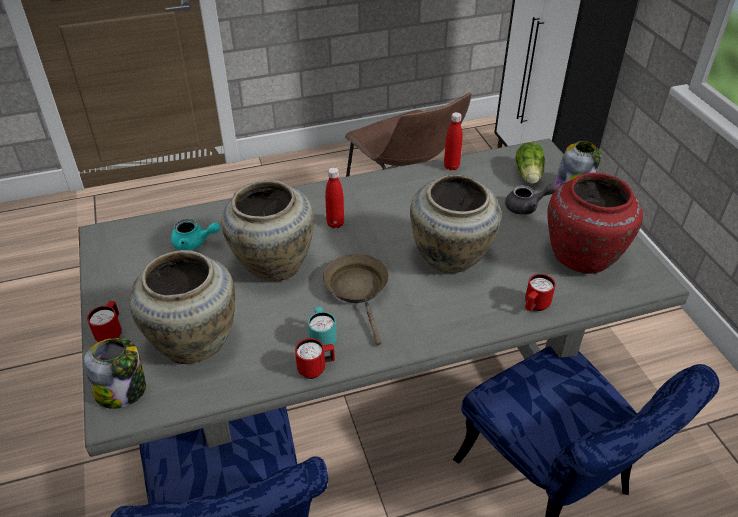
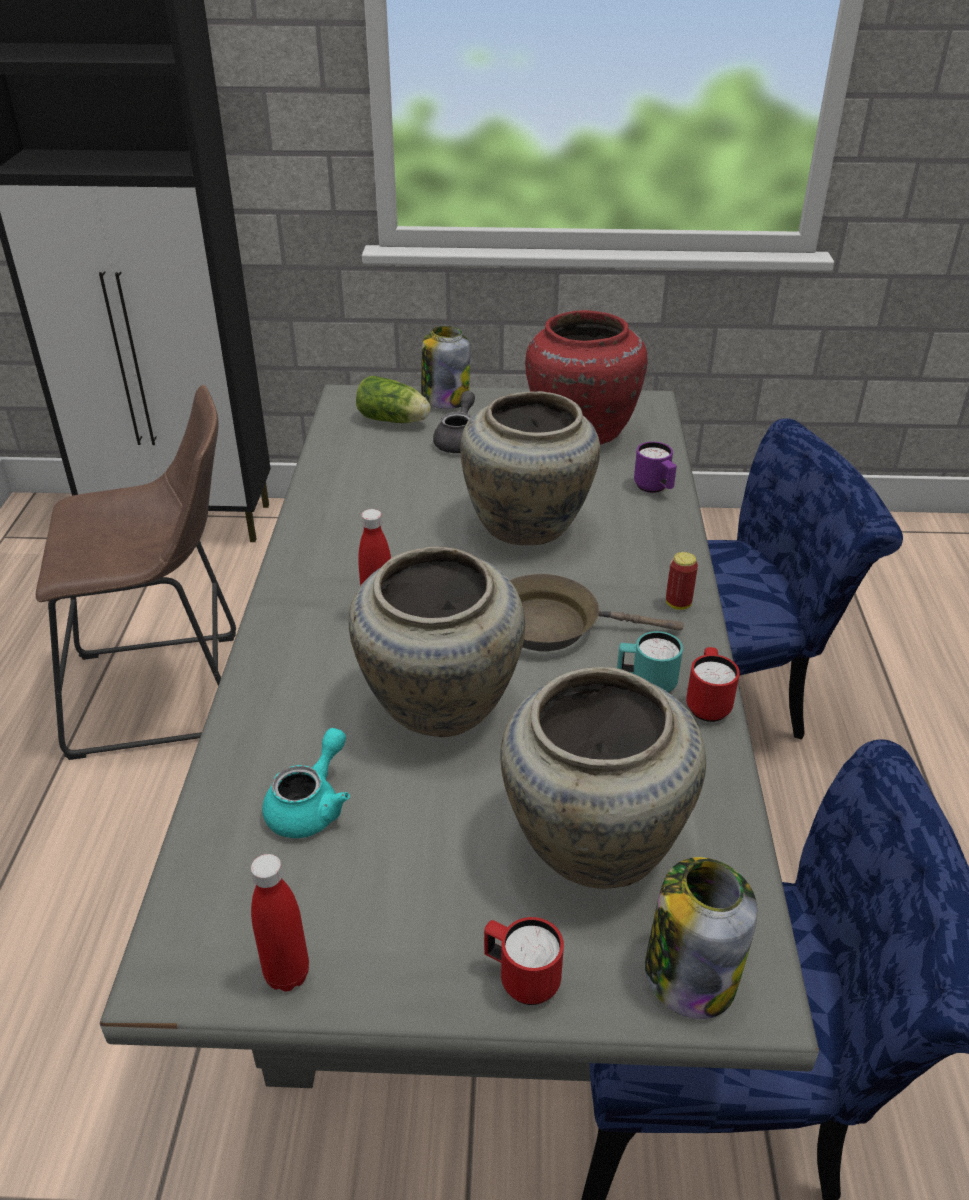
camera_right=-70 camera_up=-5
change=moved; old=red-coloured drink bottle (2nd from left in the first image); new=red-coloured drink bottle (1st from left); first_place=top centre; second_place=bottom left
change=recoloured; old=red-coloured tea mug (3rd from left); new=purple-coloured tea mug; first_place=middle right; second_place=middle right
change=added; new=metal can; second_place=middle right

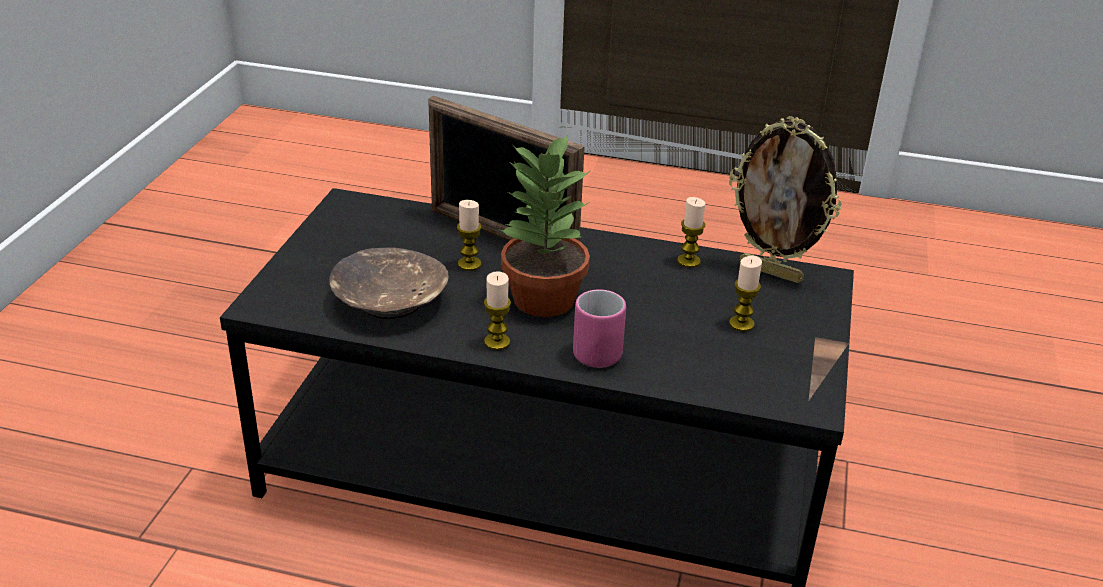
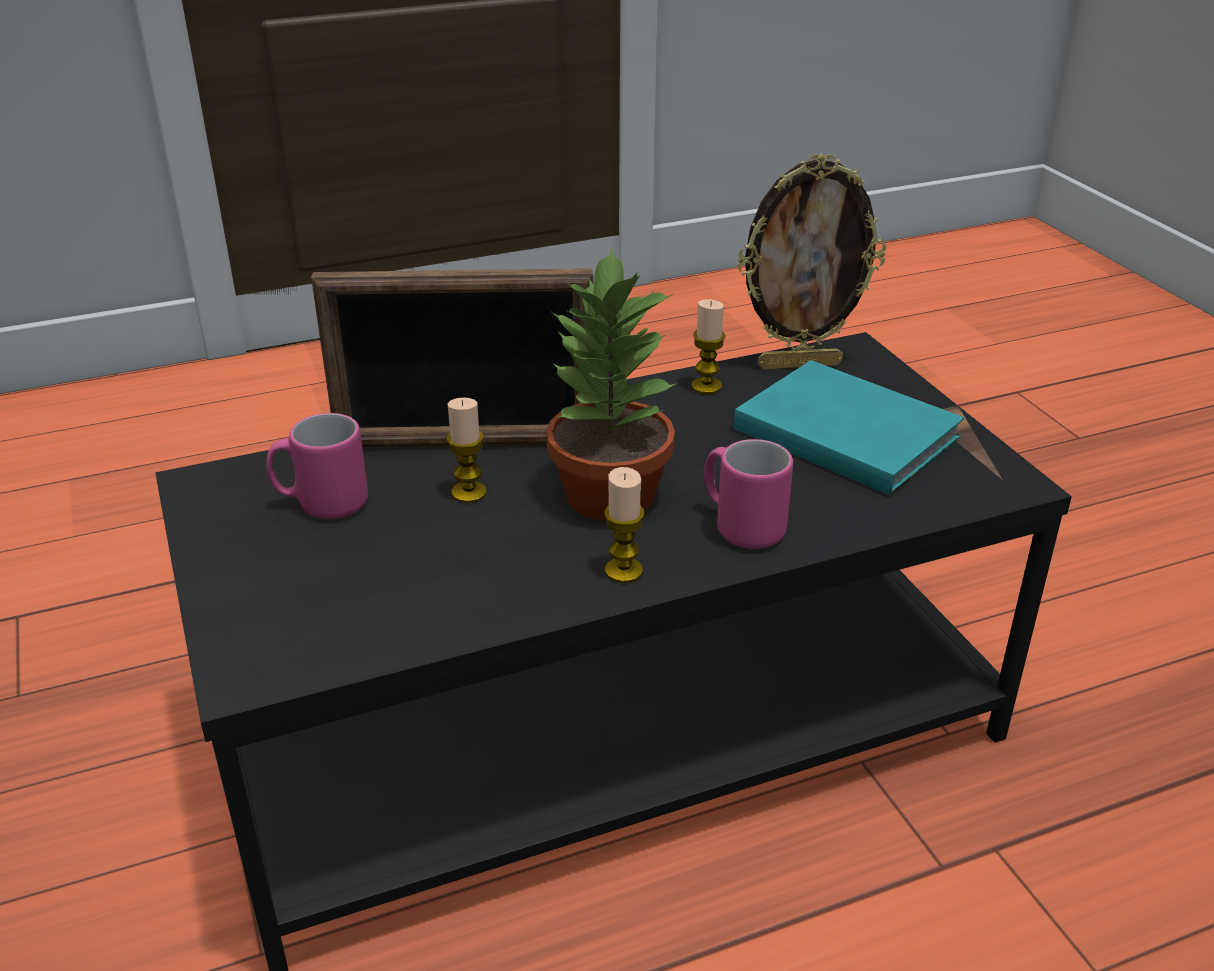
camera_right=-35 camera_up=0
change=added; new=pink tea mug (1st from left); second_place=middle left
change=replaced; old=wax light (4th from left); new=turquoise-coloured bound book; first_place=middle right; second_place=middle right
change=removed; old=brown serving bowl; first_place=centre

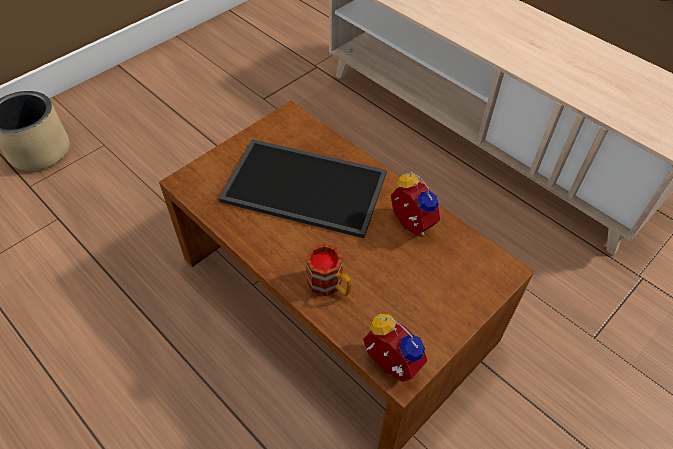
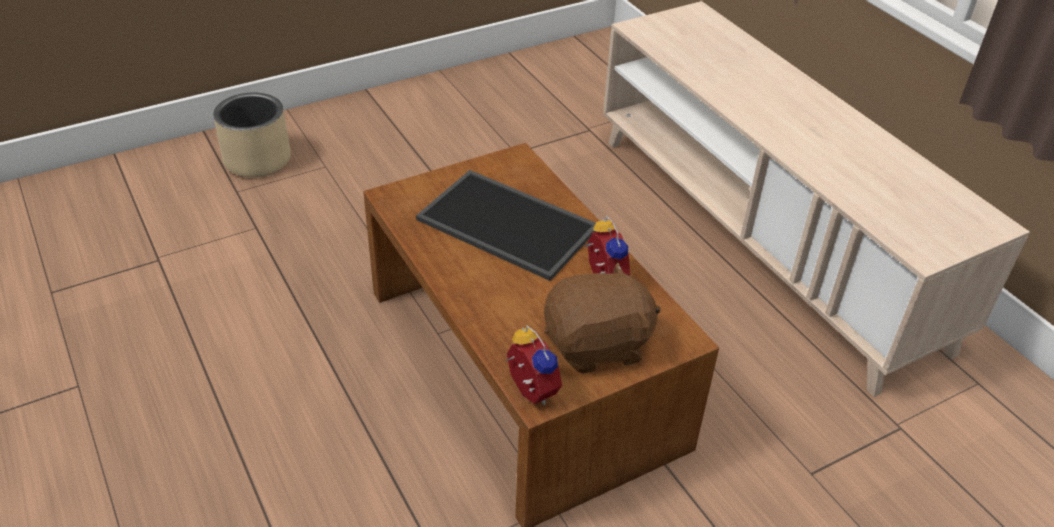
camera_right=15 camera_up=-10
change=added; new=brown soft toy; second_place=centre
change=removed; old=tea mug; first_place=centre

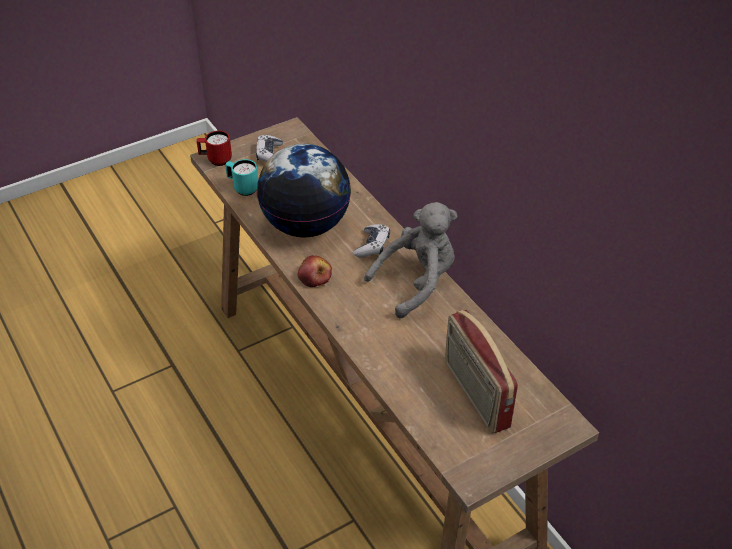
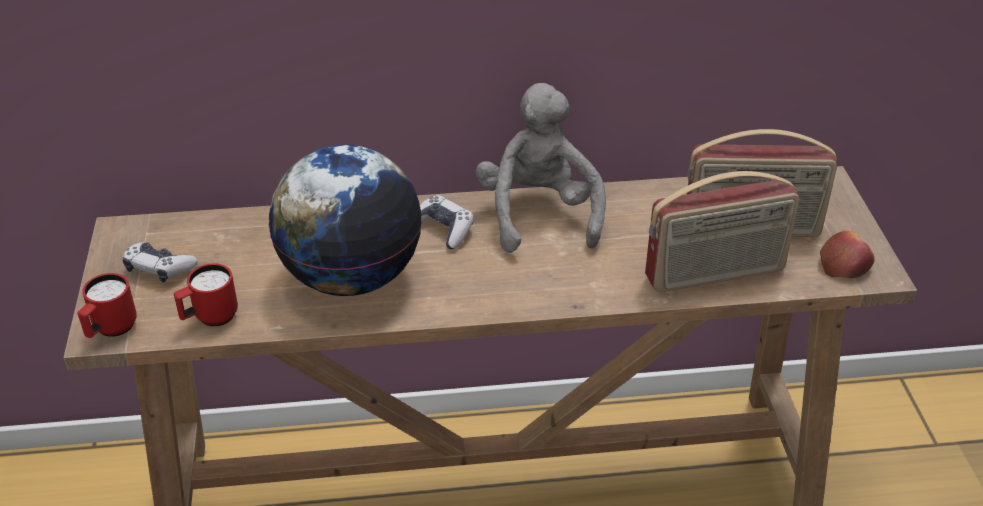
camera_right=-65 camera_up=-5
change=recoloured; old=turquoise-coloured tea mug; new=red-coloured tea mug (2nd from left); first_place=top left; second_place=middle left
change=added; new=radio receiver (1st from left); second_place=middle right
change=moved; old=whole apple; first_place=centre; second_place=middle right

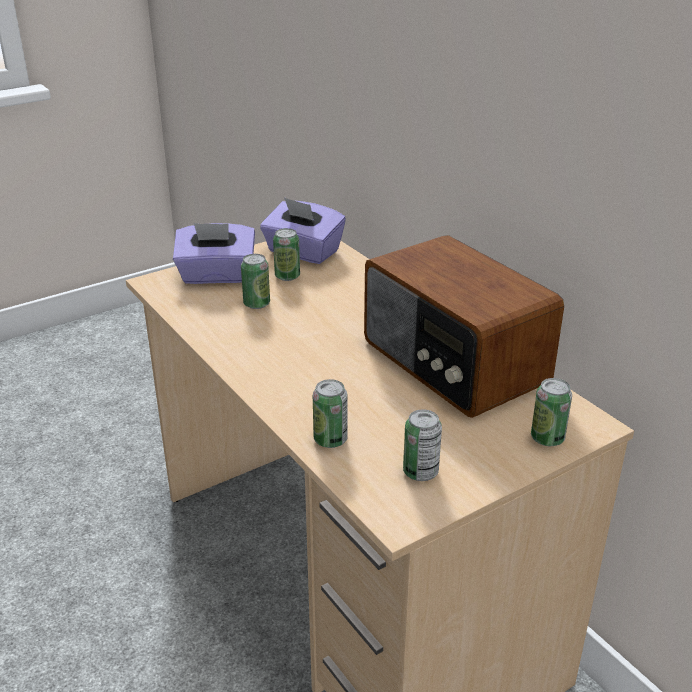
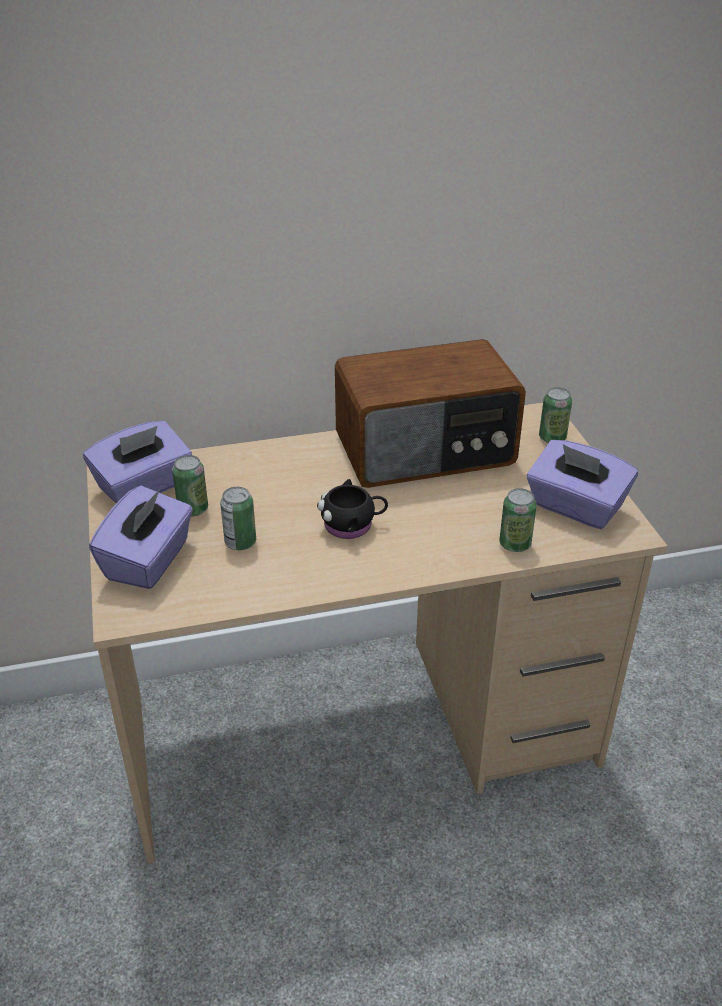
camera_right=-70 camera_up=5
change=added; new=black tea mug; second_place=centre
change=replaced; old=metal can (4th from left); new=purple-coloured box of tissues (3rd from left); first_place=centre; second_place=middle right

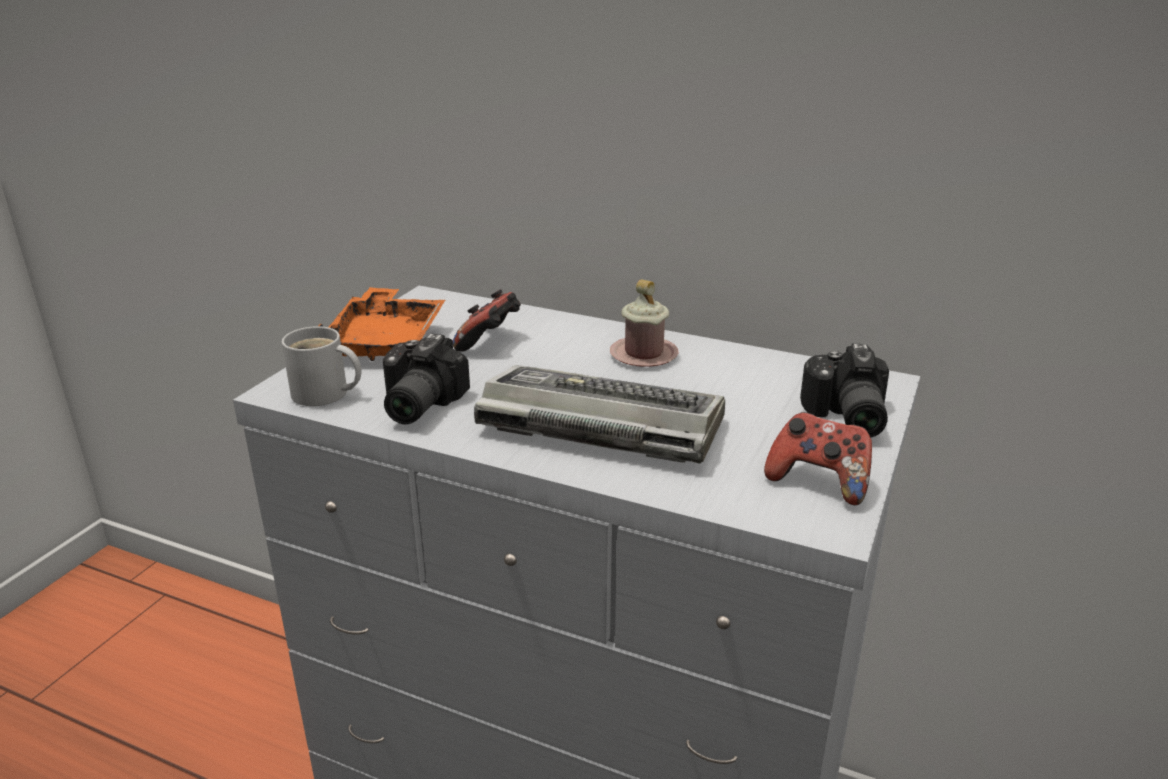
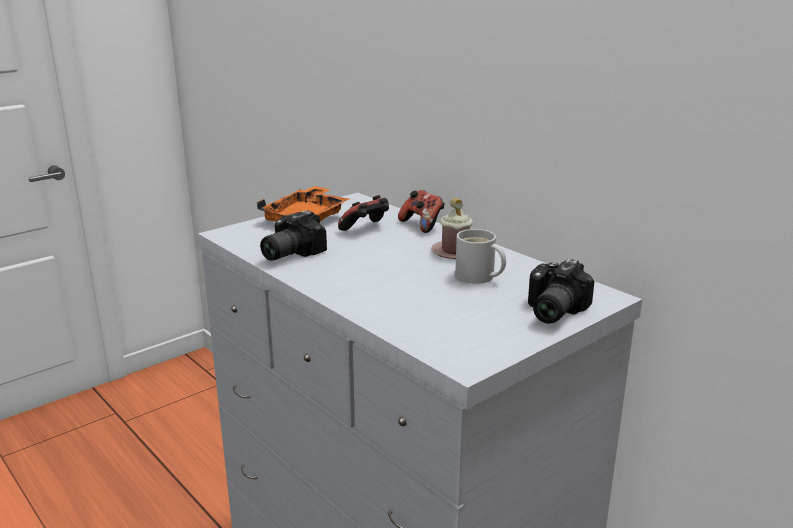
camera_right=25 camera_up=-5
change=moved; old=joypad (2nd from left); first_place=middle right; second_place=centre
change=moved; old=whitish tea mug; first_place=middle left; second_place=centre
change=removed; old=PC keyboard; first_place=centre

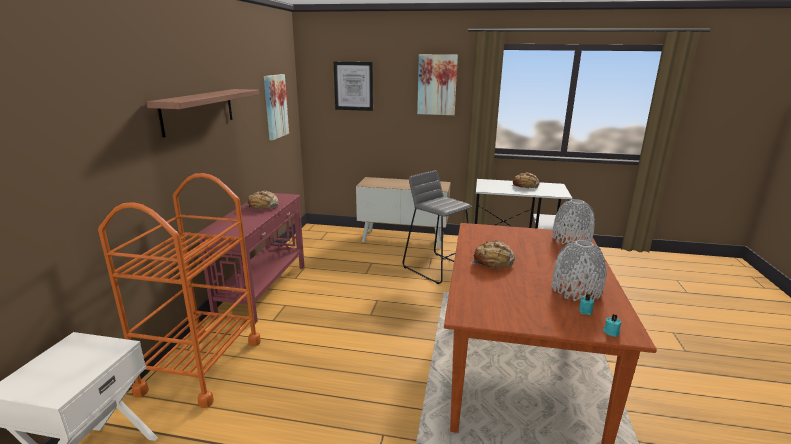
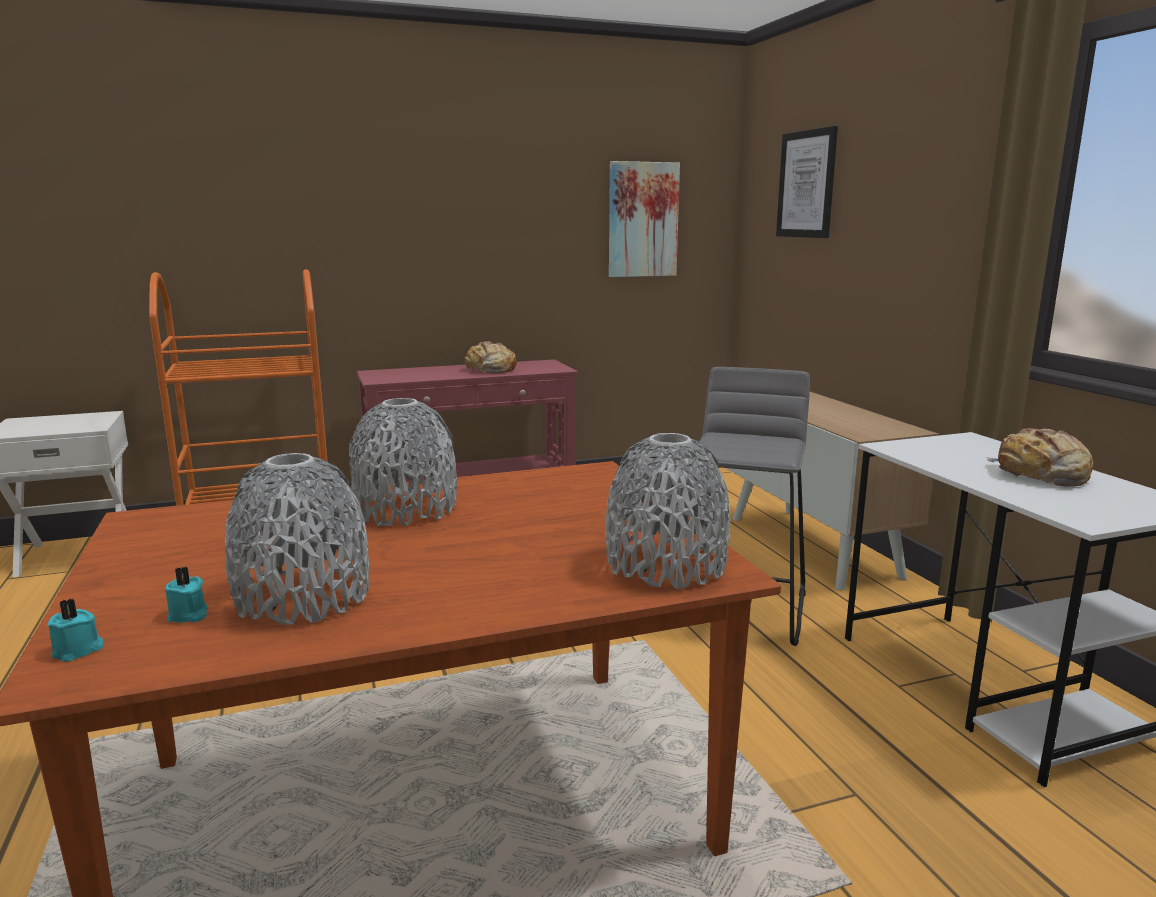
camera_right=60 camera_up=-5
change=replaced; old=bread (2nd from left); new=grey decorative vase (2nd from left); first_place=centre; second_place=centre
change=removed; old=bracket shelf; first_place=top left
change=removed; old=wall picture (3rd from left); first_place=top centre

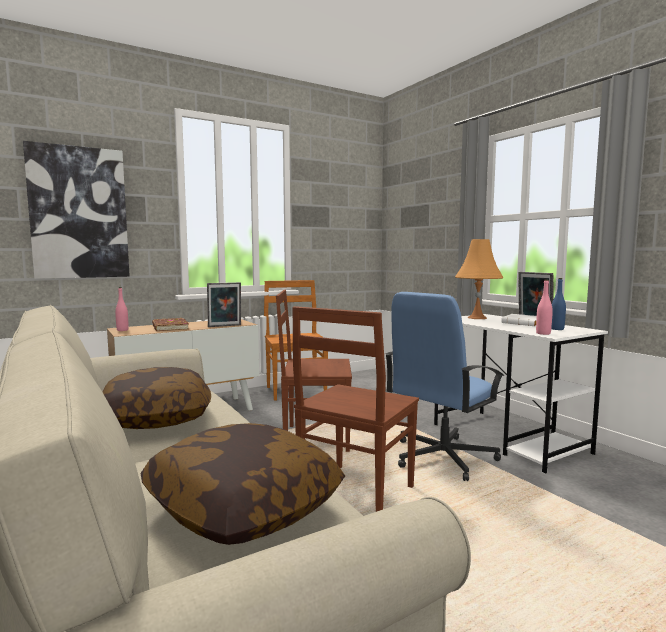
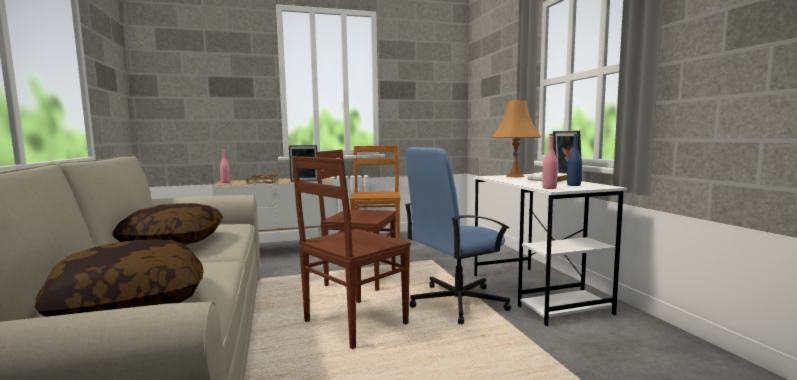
camera_right=15 camera_up=0
change=removed; old=wall picture; first_place=top left

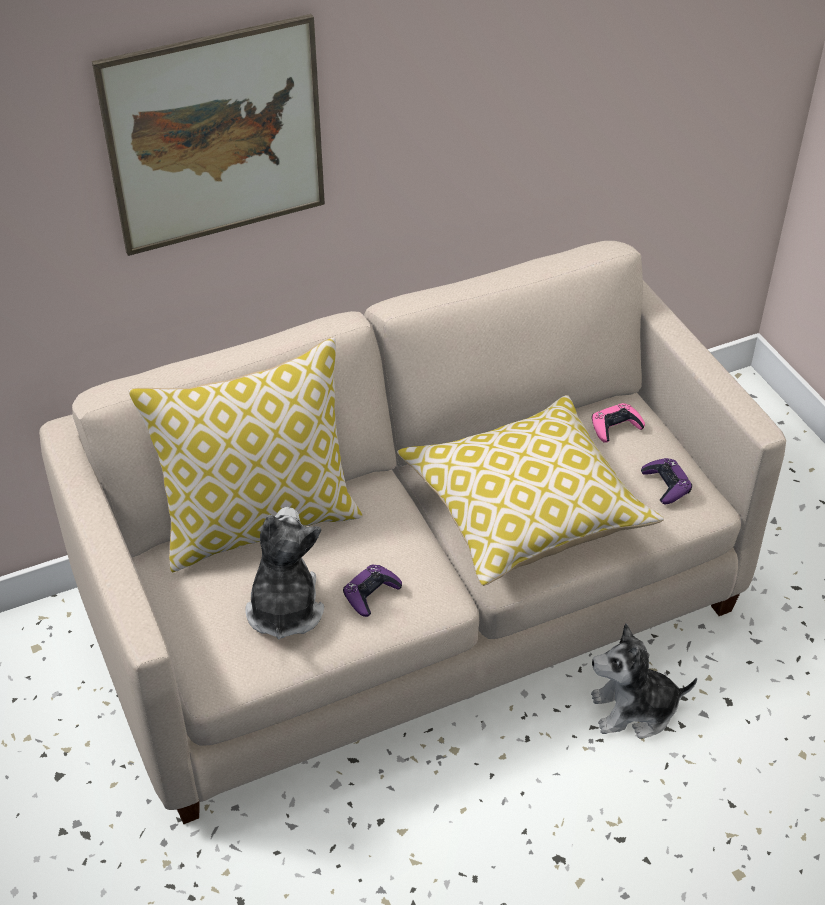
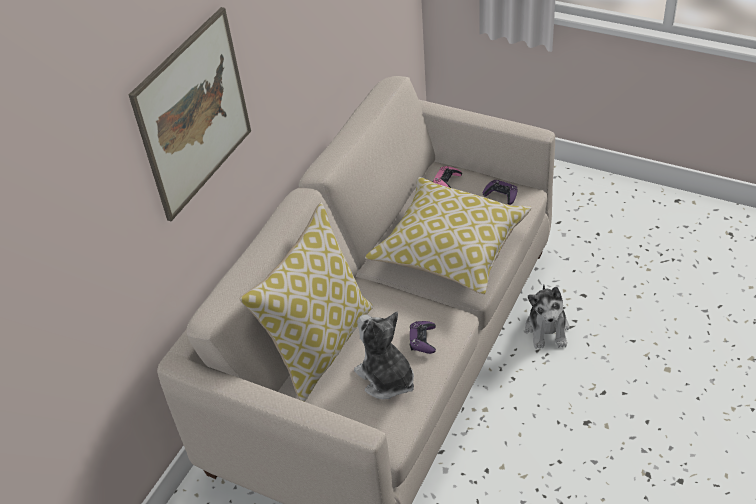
camera_right=-35 camera_up=0
change=turned; old=soft toy (2nd from left); first_place=bottom right; second_place=middle right; degrees=-45

